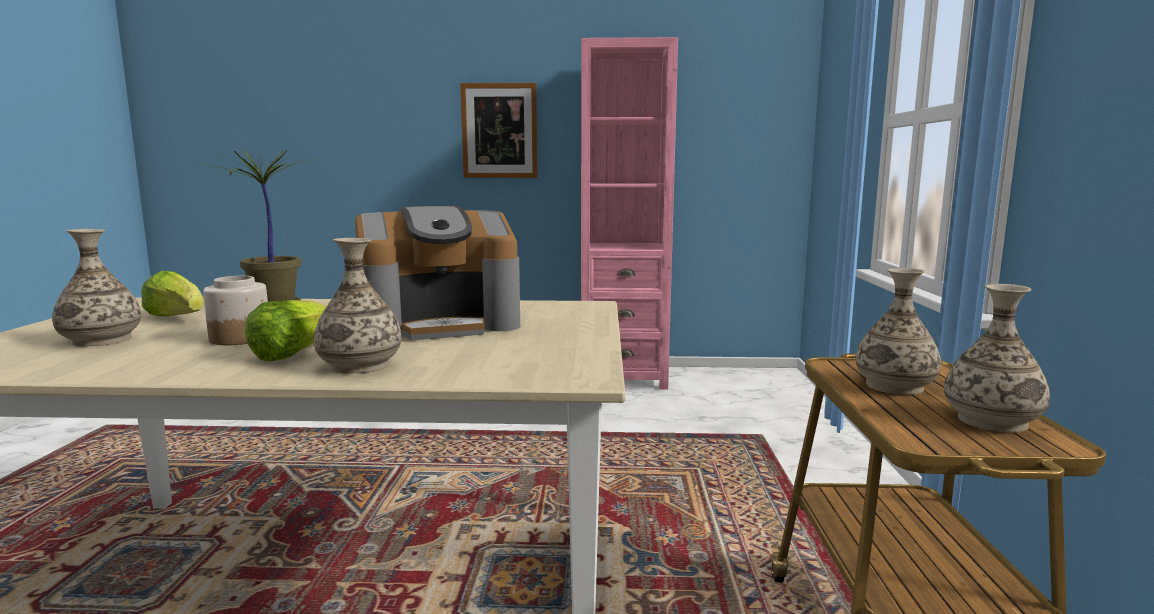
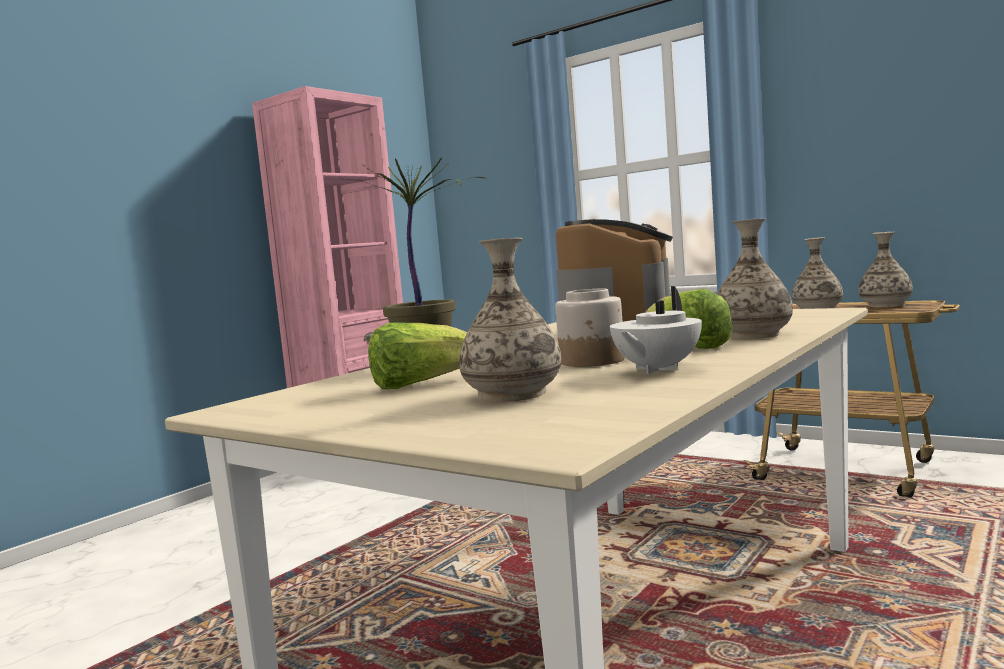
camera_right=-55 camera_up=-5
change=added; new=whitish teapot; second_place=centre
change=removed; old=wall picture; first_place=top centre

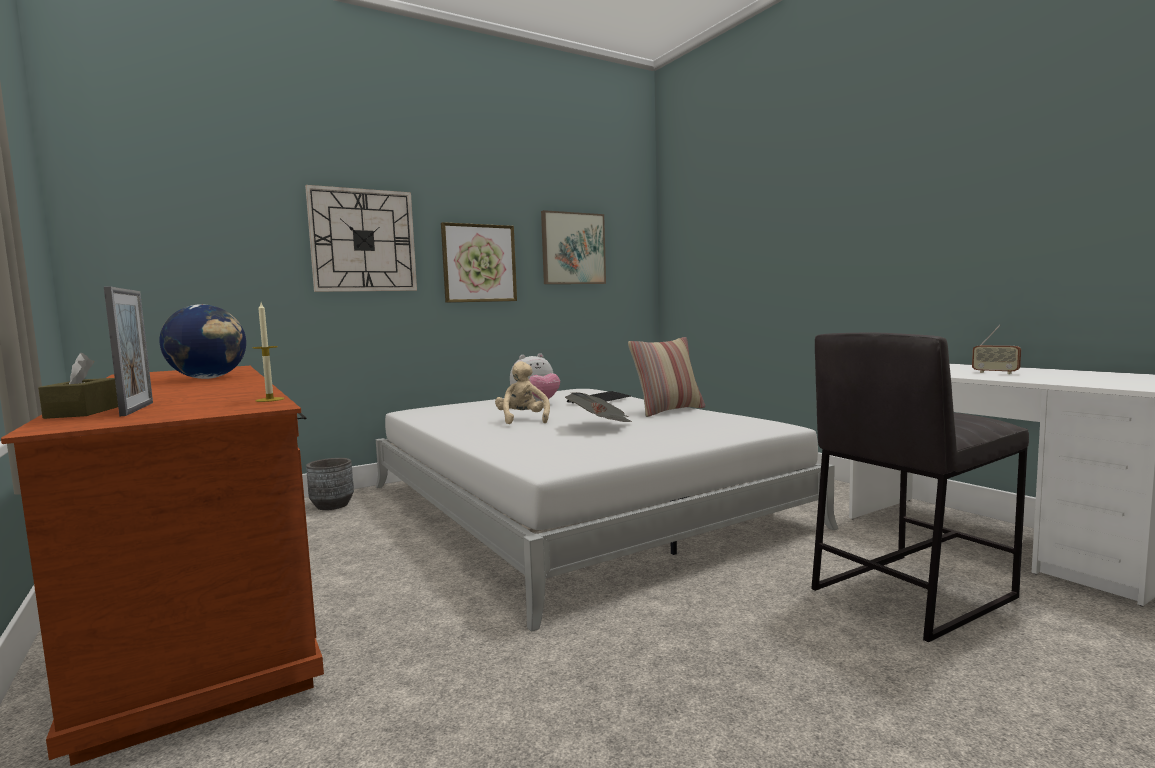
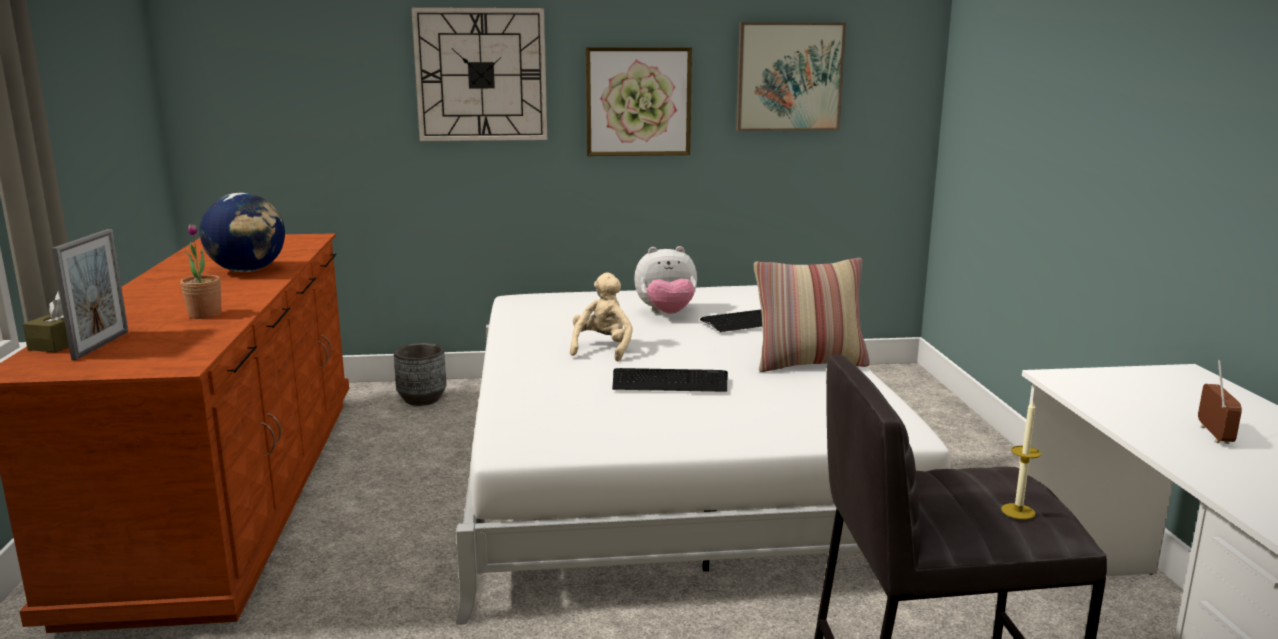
camera_right=25 camera_up=10
change=added; new=plant in a pot; second_place=middle left
change=replaced; old=newspaper; new=PC keyboard (1st from left); first_place=centre; second_place=centre
change=moved; old=wax light; first_place=middle left; second_place=bottom right
change=turned; old=radio receiver; first_place=middle right; second_place=middle right; degrees=-150

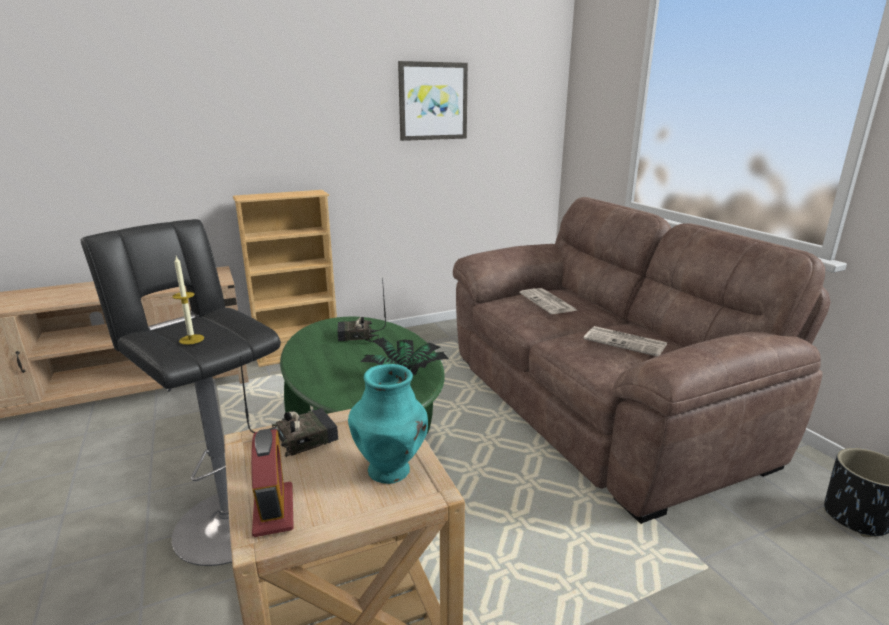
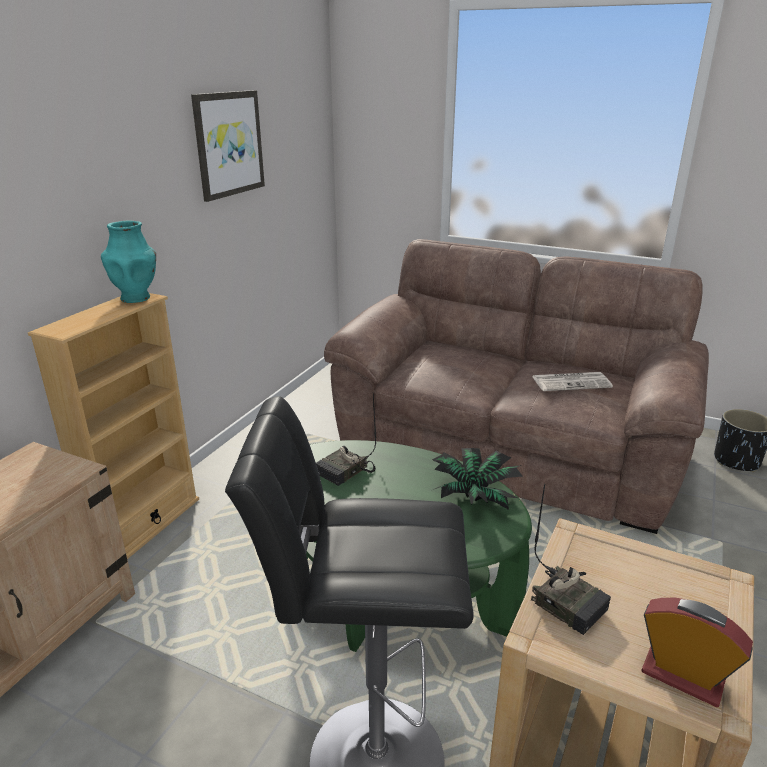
camera_right=-40 camera_up=5
change=moved; old=turquoise-coloured decorative vase; first_place=bottom centre; second_place=middle left
change=turned; old=radio receiver (1st from left in the first image); first_place=middle left; second_place=bottom right; degrees=120
change=removed; old=wax light; first_place=middle left
change=removed; old=newspaper (1st from left); first_place=centre

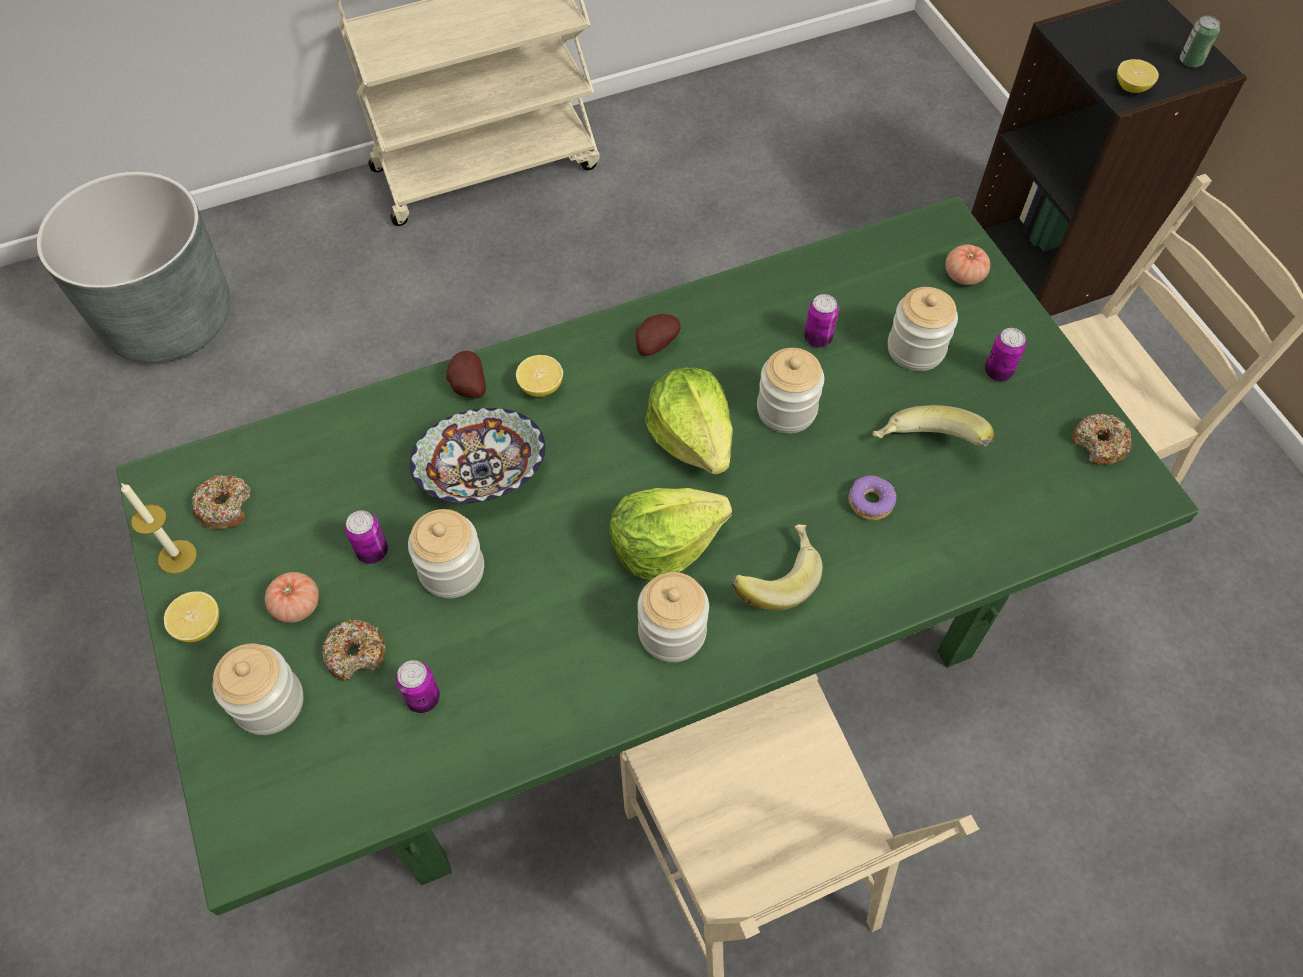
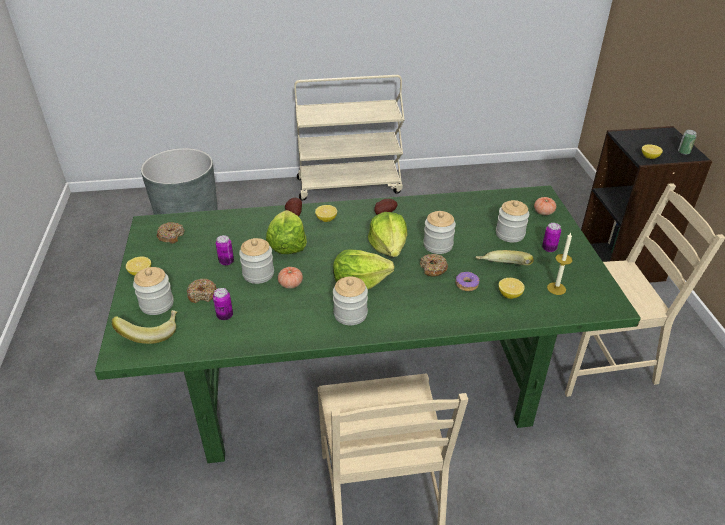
camera_right=15 camera_up=-20
change=moved; old=whole banana (1st from left); first_place=centre; second_place=middle left
change=replaced; old=serving bowl; new=lettuce (1st from left); first_place=centre; second_place=centre
change=moved; old=tomato (1st from left); first_place=middle left; second_place=centre
change=moved; old=doughnut (4th from left in the first image); new=doughnut (3rd from left); first_place=middle right; second_place=centre
change=added; new=lemon (3rd from left); second_place=middle right
change=moved; old=wax light; first_place=middle left; second_place=middle right
change=removed; old=metal can (3rd from left); first_place=top centre

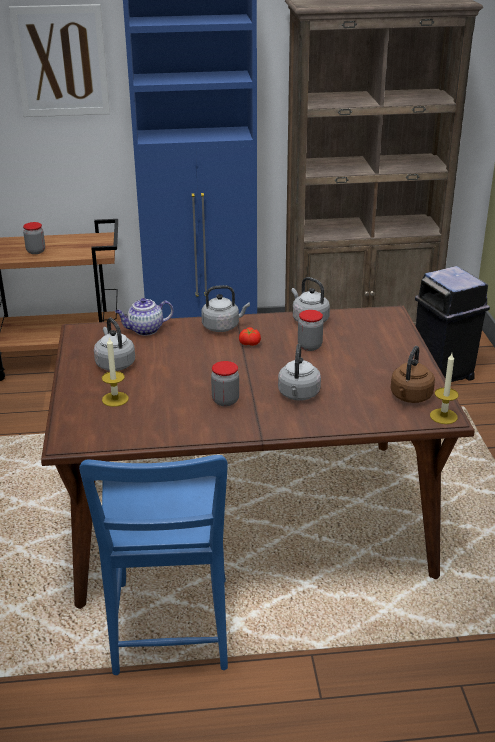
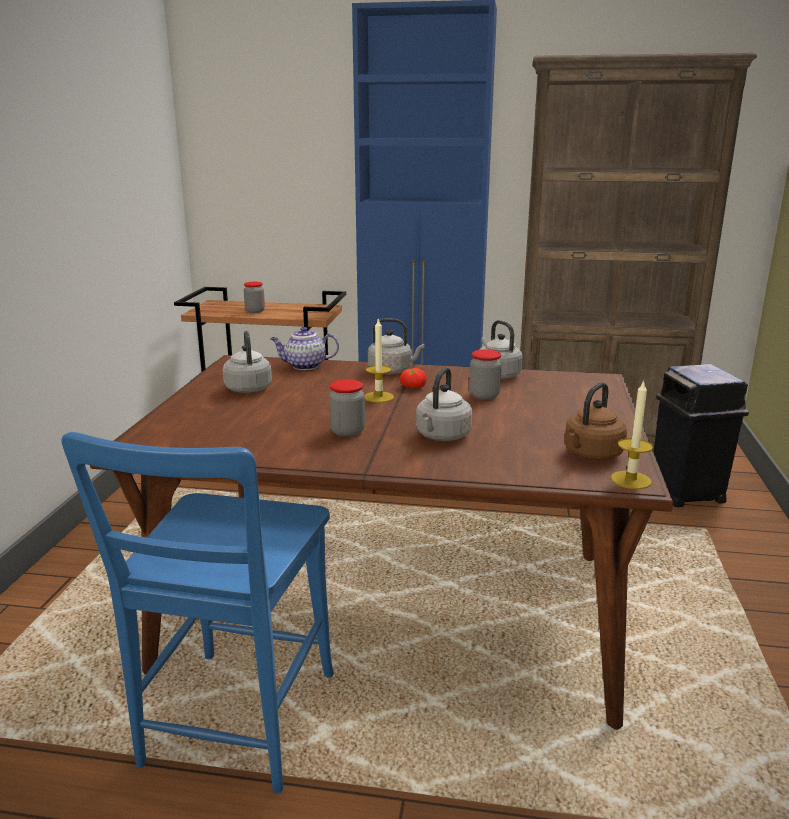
camera_right=15 camera_up=-10
change=moved; old=wax light (1st from left); first_place=middle left; second_place=centre
change=removed; old=wall picture; first_place=top left

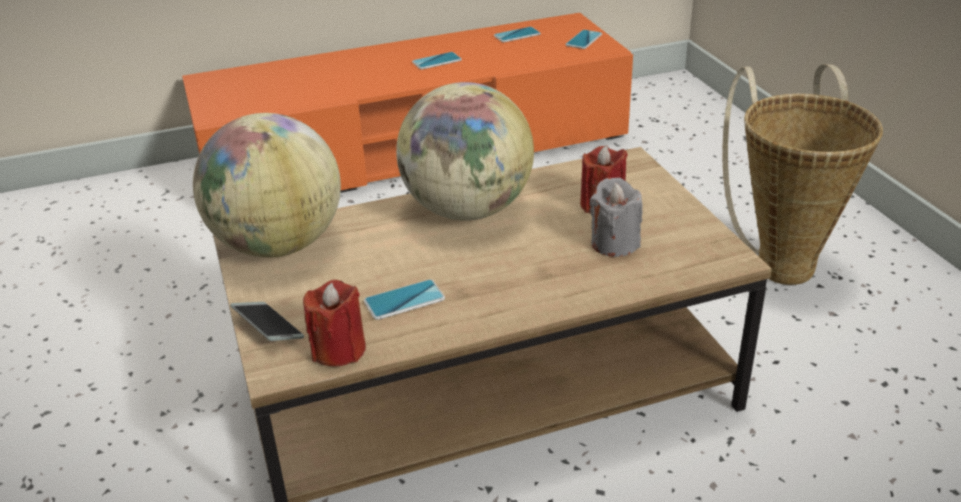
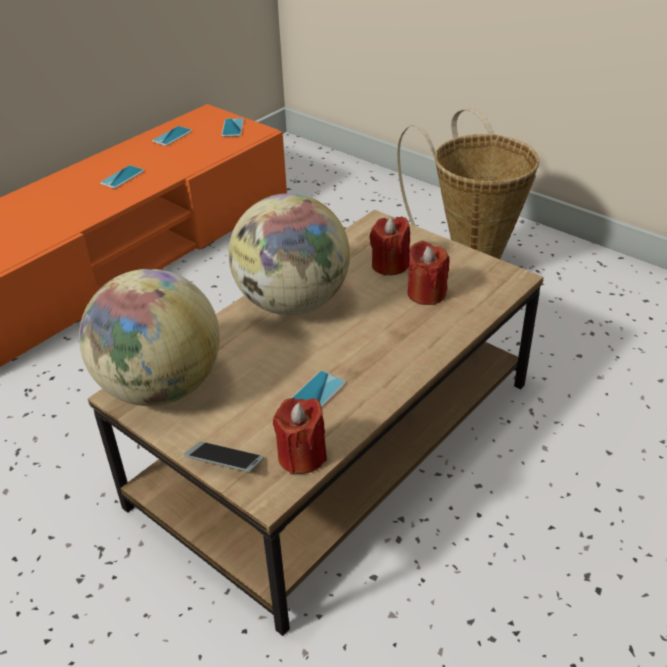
camera_right=-30 camera_up=5
change=recoloured; old=grey wax light; new=red-coloured wax light (3rd from left); first_place=centre; second_place=centre

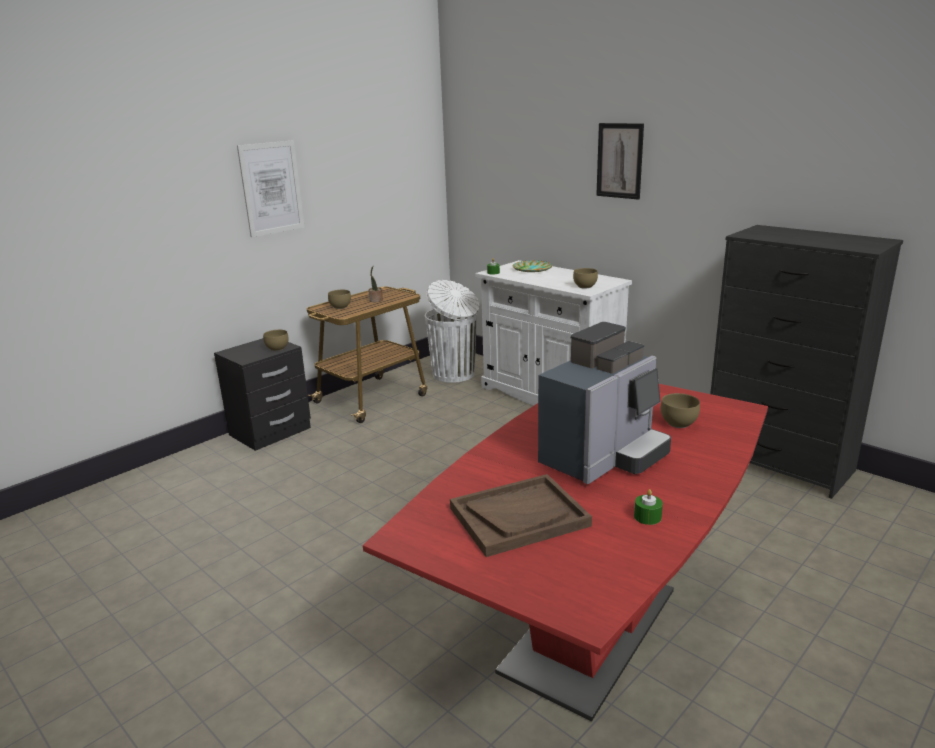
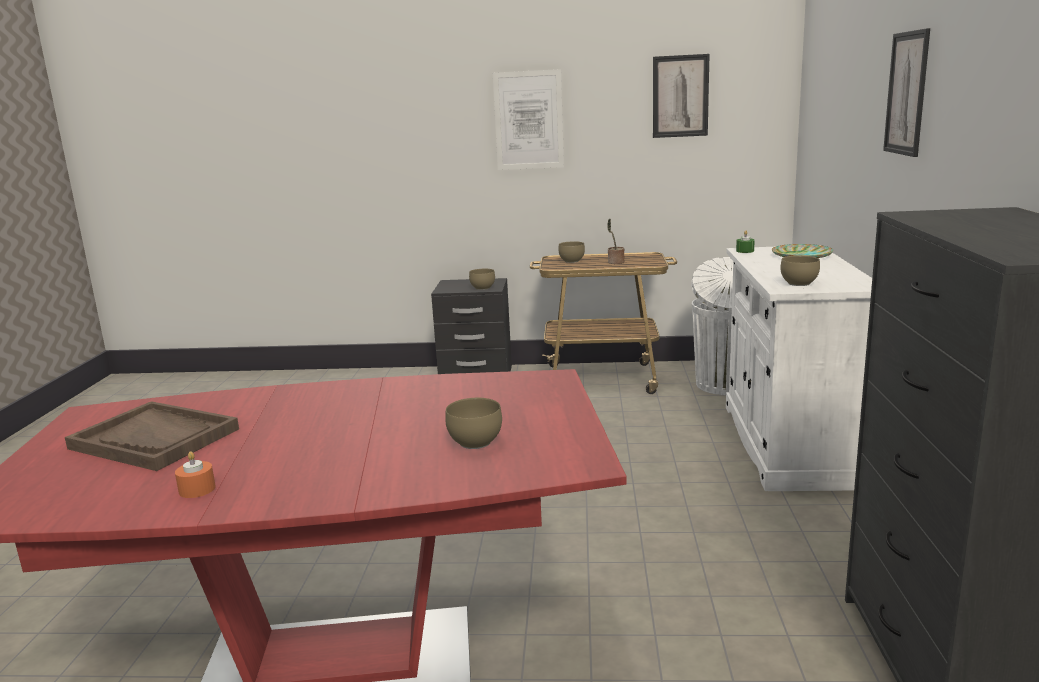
camera_right=50 camera_up=-5
change=recoloured; old=green-coloured wax light (2nd from left); new=orangey wax light; first_place=bottom right; second_place=bottom left
change=added; new=wall picture (2nd from left); second_place=top centre
change=removed; old=coffee brewer; first_place=centre

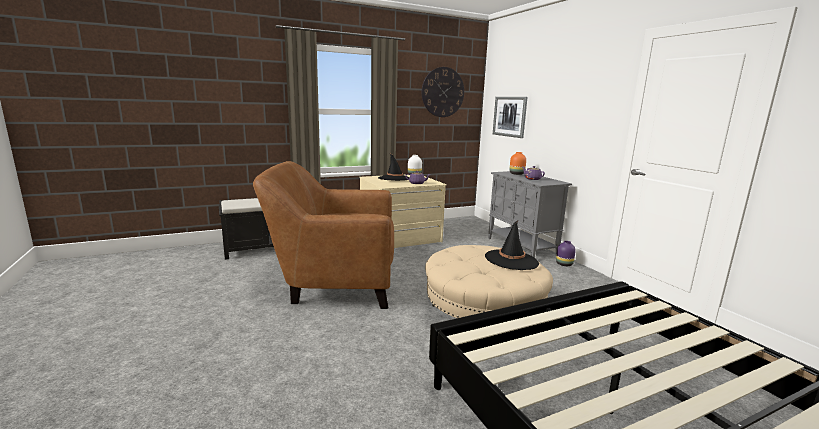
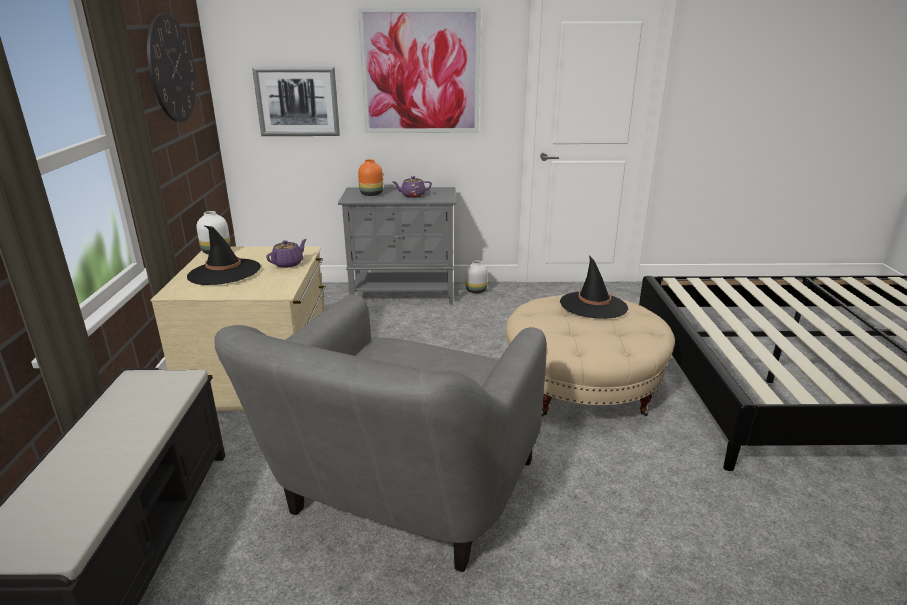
camera_right=-65 camera_up=10
change=recoloured; old=brown armchair; new=grey armchair; first_place=centre; second_place=bottom centre
change=added; new=wall picture (2nd from left); second_place=top centre
change=recoloured; old=purple-coloured decorative vase; new=whitish decorative vase (2nd from left); first_place=middle right; second_place=centre

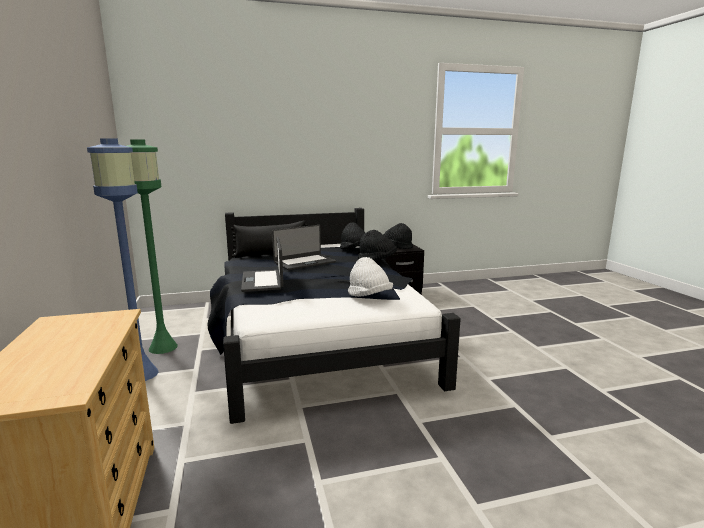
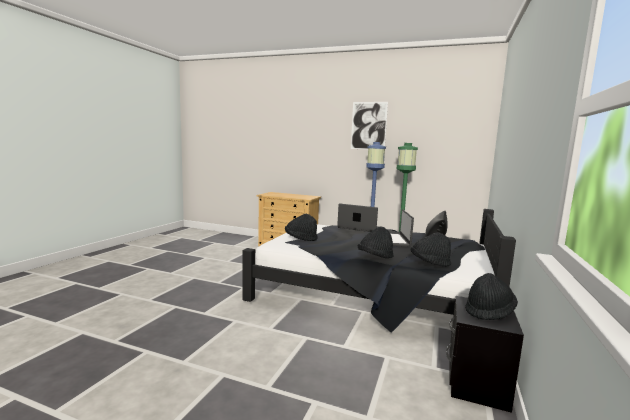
camera_right=125 camera_up=-5
change=recoloured; old=whitish wearable hat; new=black wearable hat (1st from left); first_place=centre; second_place=centre
change=added; new=wall picture; second_place=top centre

